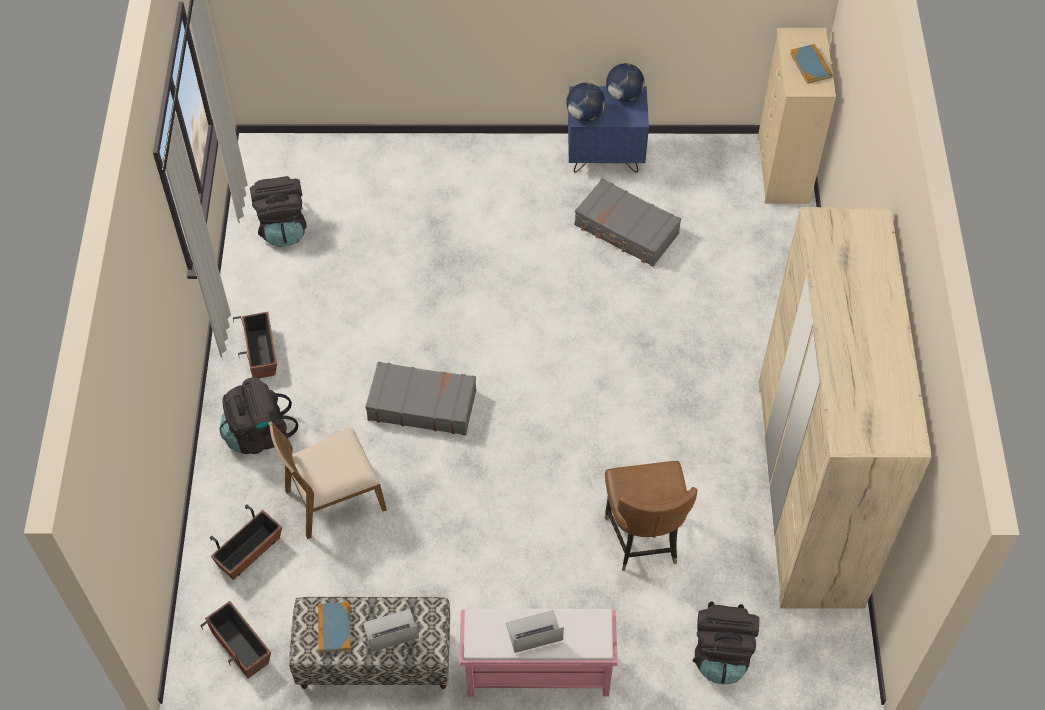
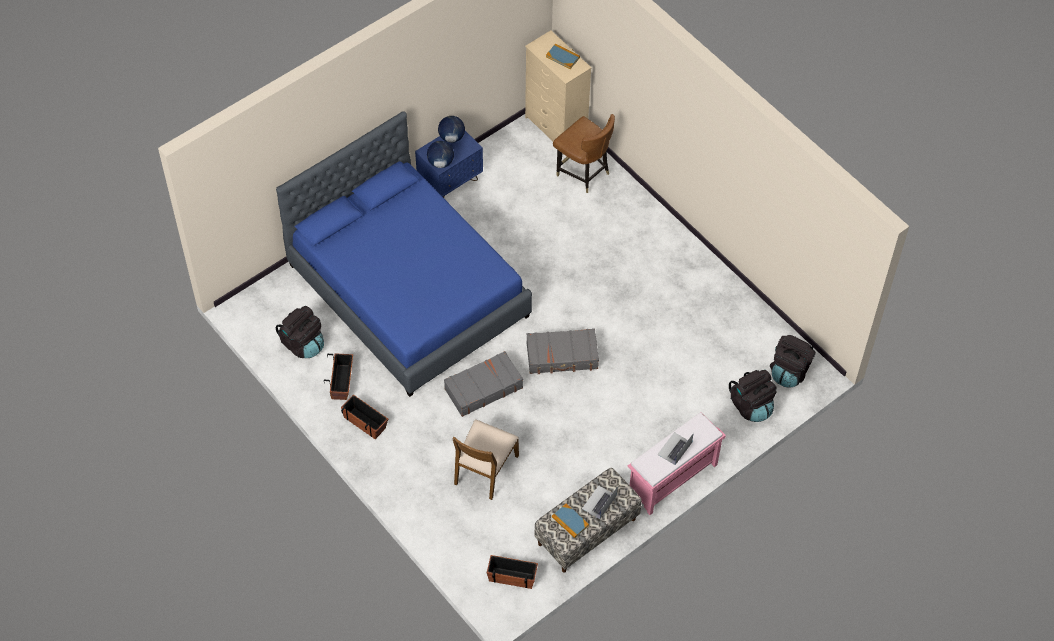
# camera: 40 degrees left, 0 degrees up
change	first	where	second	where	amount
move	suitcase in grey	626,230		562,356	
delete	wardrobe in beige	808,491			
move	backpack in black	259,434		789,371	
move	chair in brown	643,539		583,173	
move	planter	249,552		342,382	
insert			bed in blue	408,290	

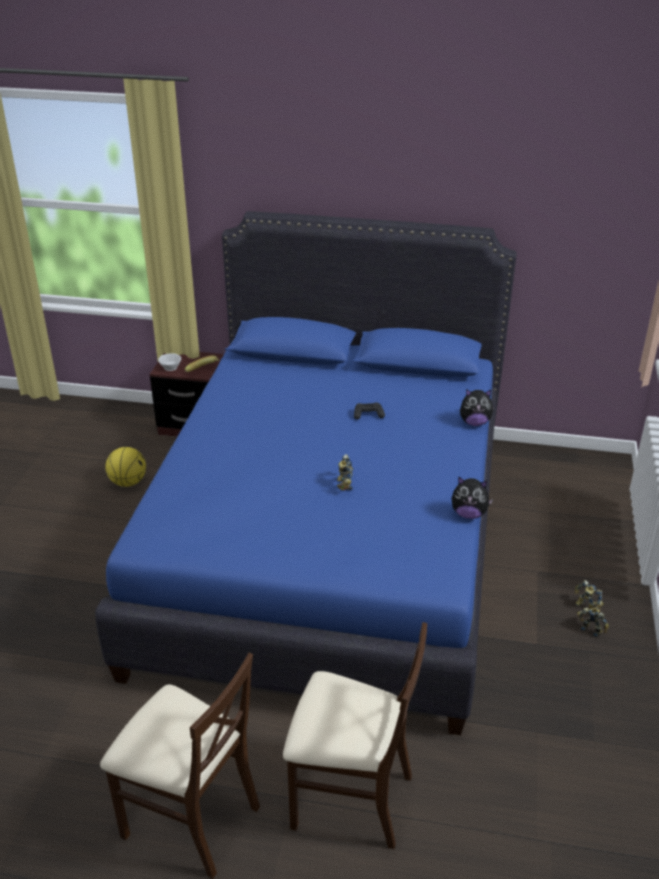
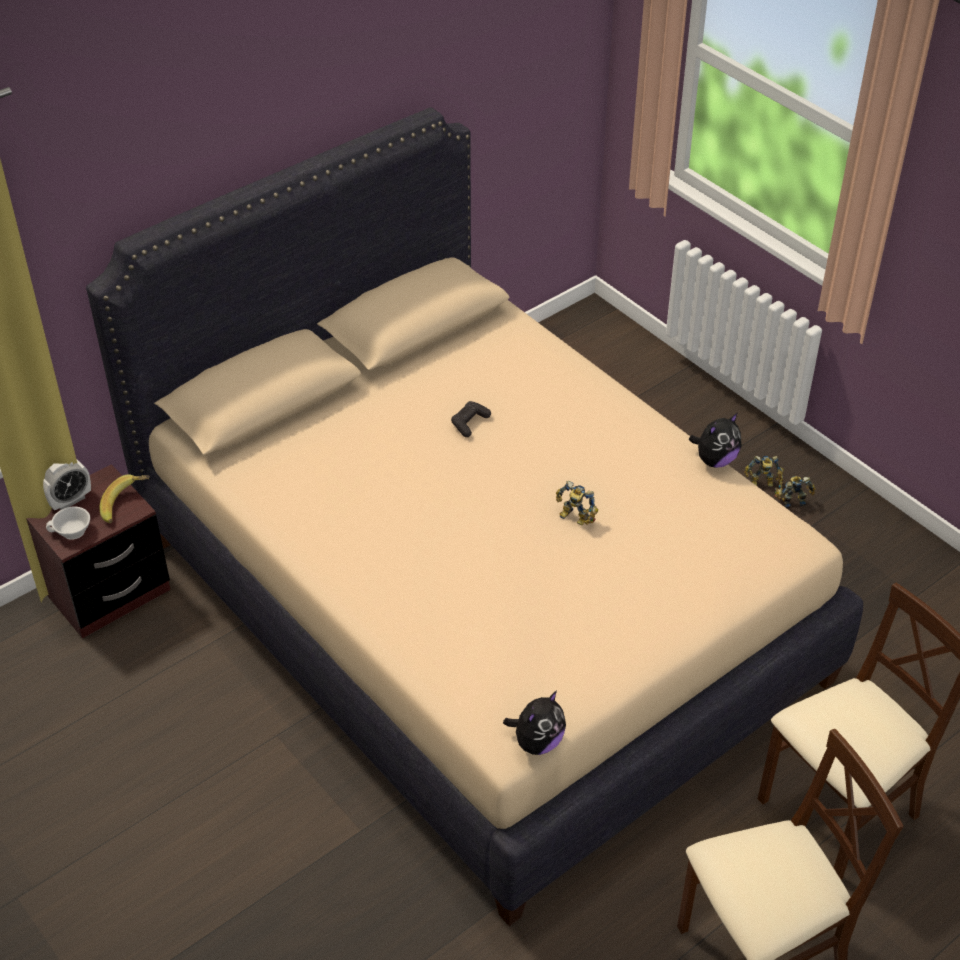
# camera: 50 degrees left, 10 degrees up
change	first	where	second	where	amount
recolor	bed in blue	328,544	bed in beige	477,607	
move	plush toy	474,422		537,742	
delete	basketball	128,482			
insert			alarm clock	70,500	

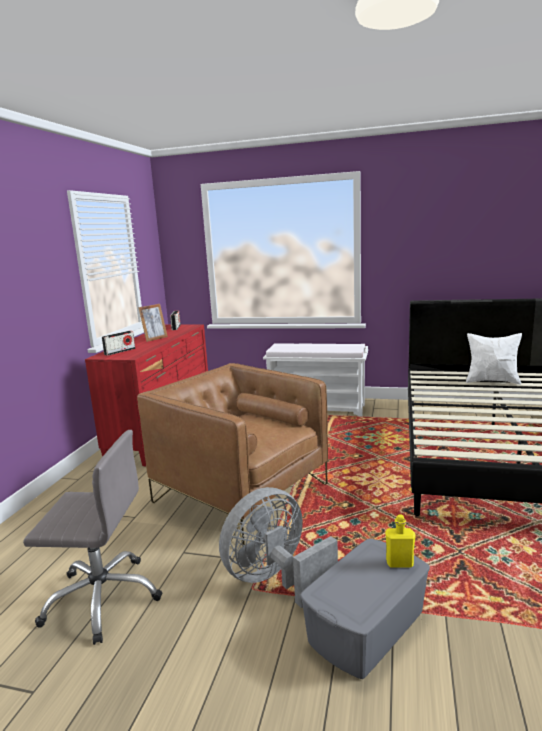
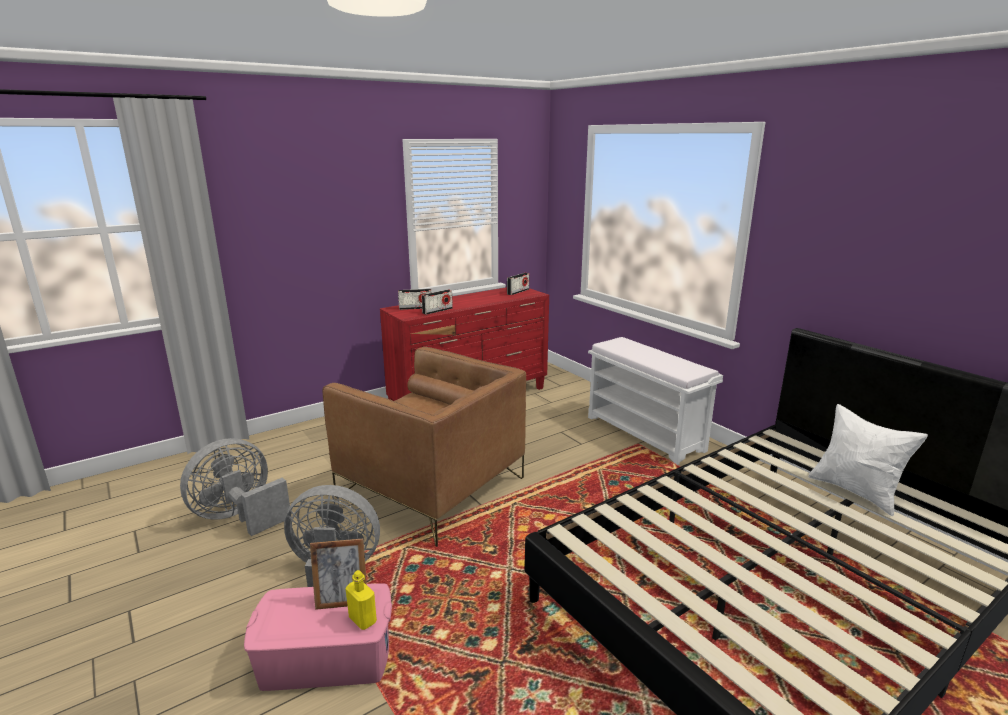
# camera: 40 degrees right, 5 degrees up
change	first	where	second	where	amount
move	picture frame	155,339		342,601	
rotate	armchair in brown	240,493		432,488	135 degrees clockwise
replace	office chair in grey	102,598	fan in grey	240,517	
recolor	storage box in grey	366,625	storage box in pink	326,658	
insert			radio	437,311	

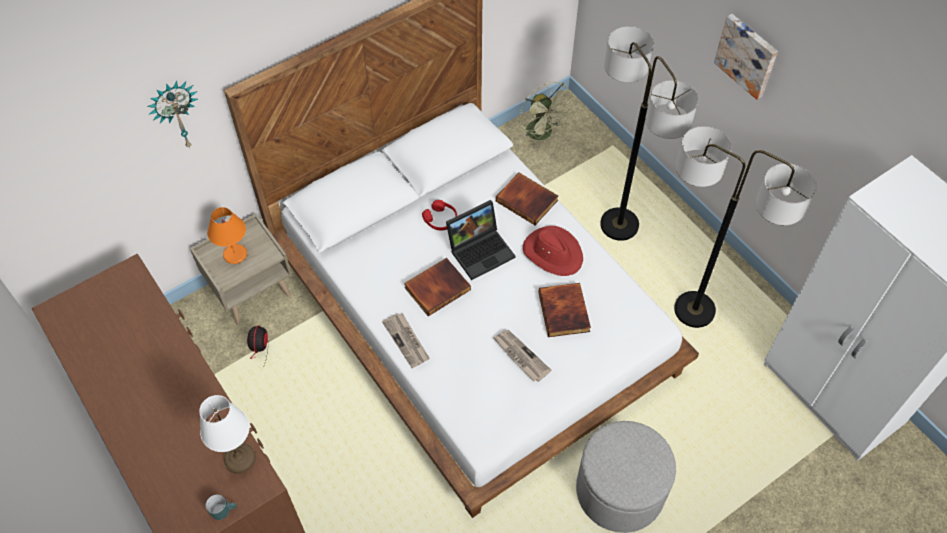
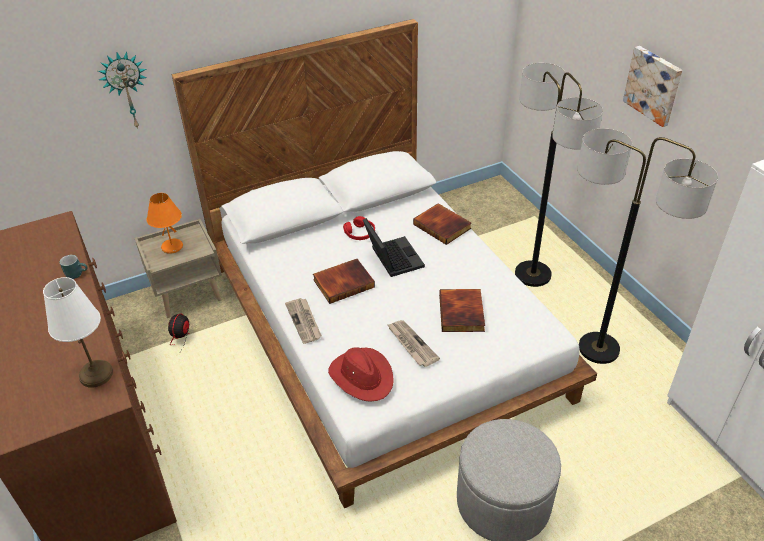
# camera: 10 degrees right, 15 degrees down
change	first	where	second	where	amount
delete	fan in green	543,134			
rotate	laptop	481,250		391,258	90 degrees counterclockwise
move	hat in red	553,253		362,376	
move	mug in turquoise	223,509		77,273	

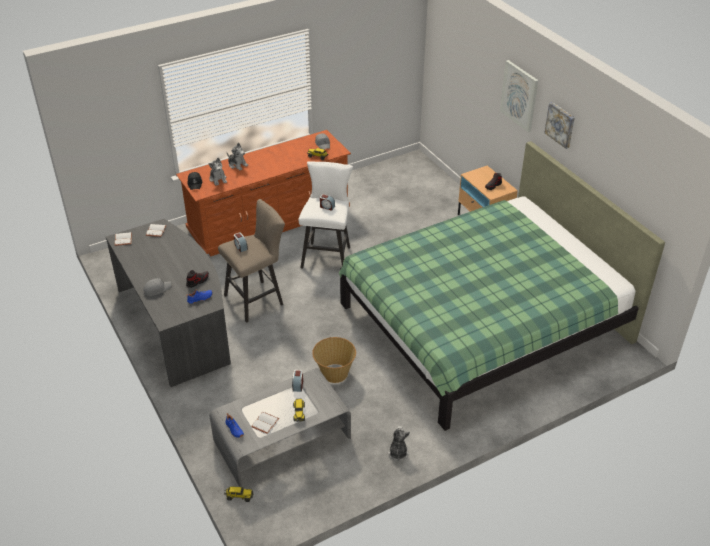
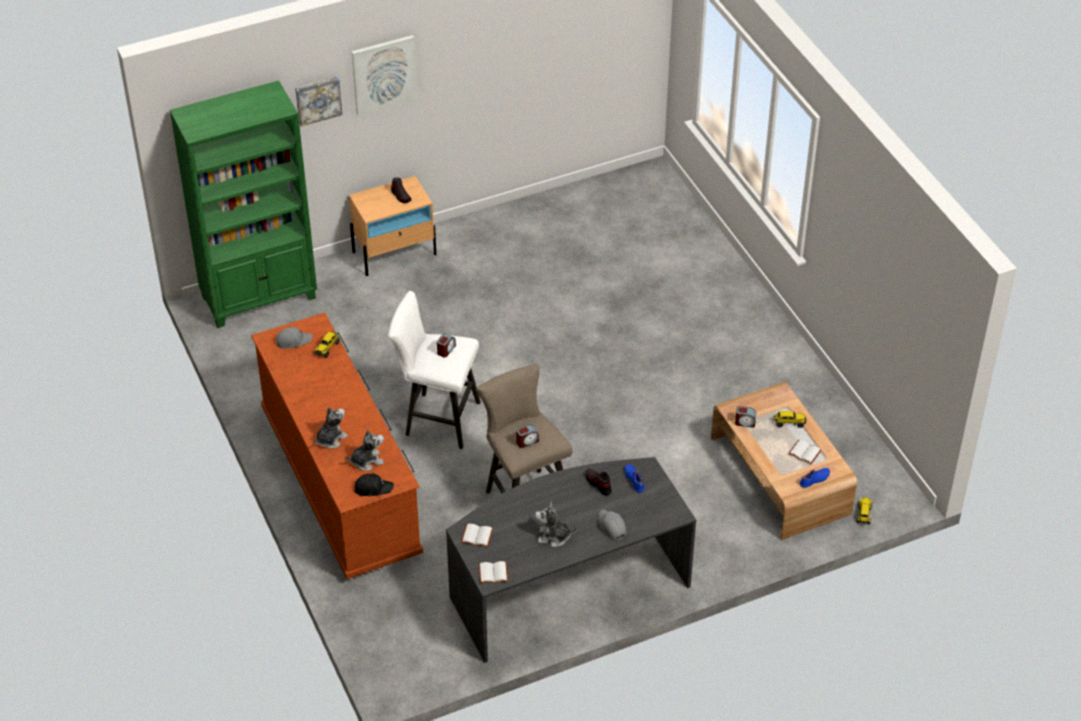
# camera: 85 degrees left, 5 degrees up
change	first	where	second	where	amount
move	picture	560,124		318,100	
delete	bed in green	482,322			
delete	basket	334,373			
recolor	coffee table in grey	282,439	coffee table in brown	780,475	
move	plush toy	398,452		553,537	
insert			bookcase in green	260,297	

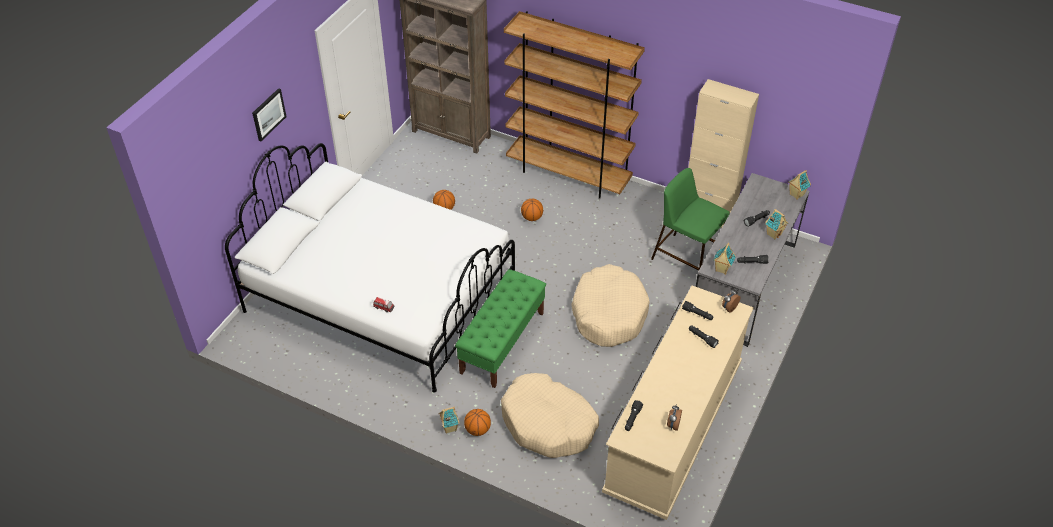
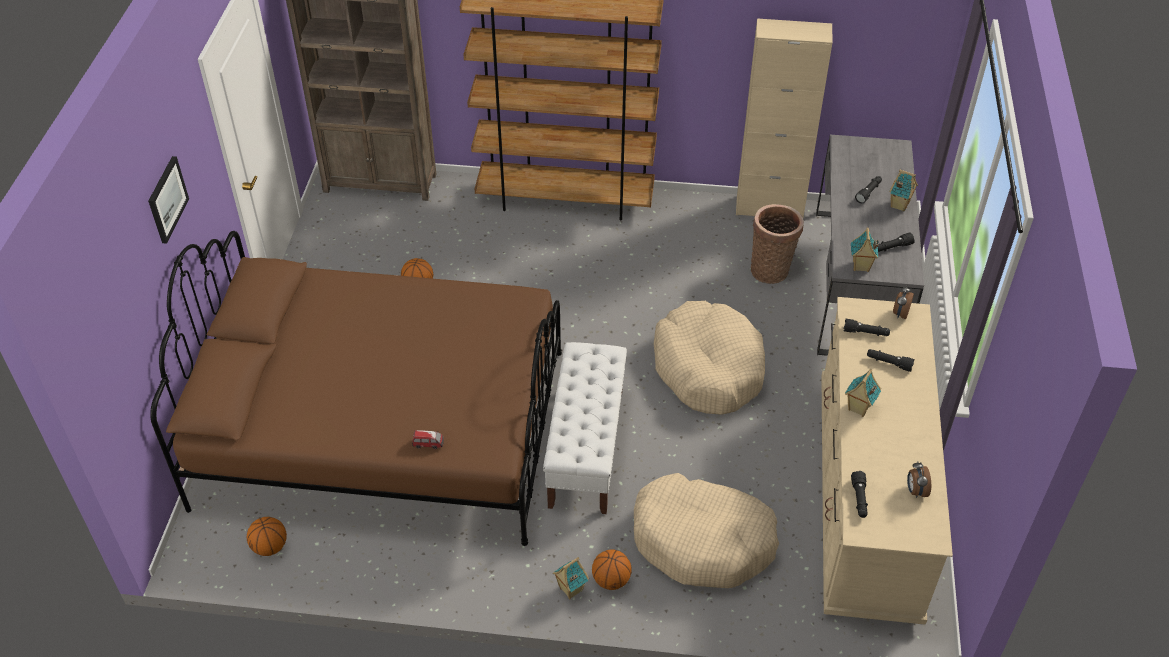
# camera: 20 degrees left, 0 degrees up
change	first	where	second	where	amount
recolor	bed in white	381,294	bed in brown	383,428	
replace	stool in green	687,258	basket	771,269	
move	toy house	796,195		858,408	
move	basketball	532,217		270,547	
recolor	bench in green	502,342	bench in white	586,447	

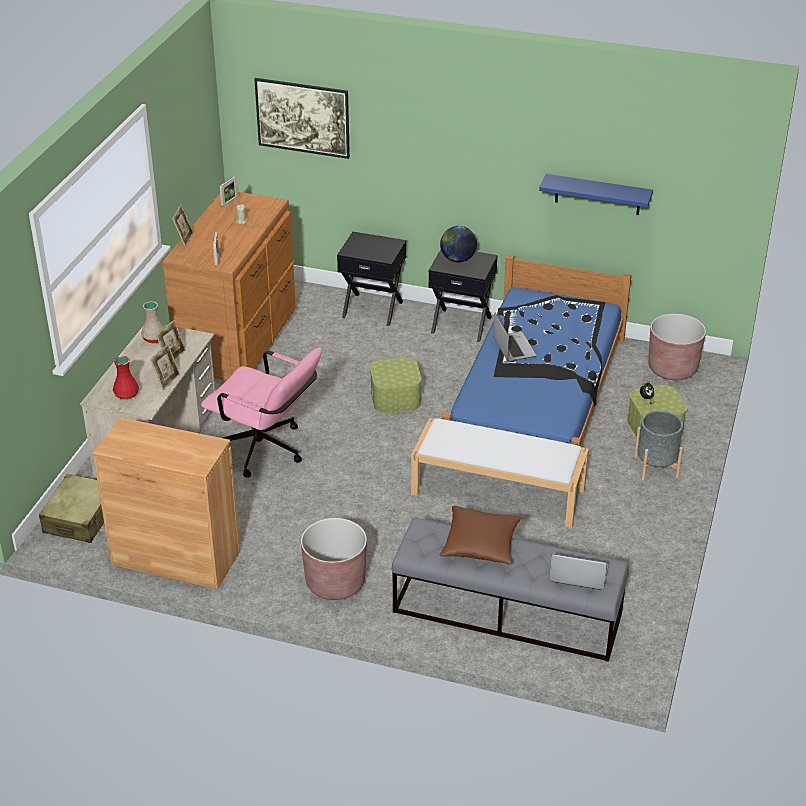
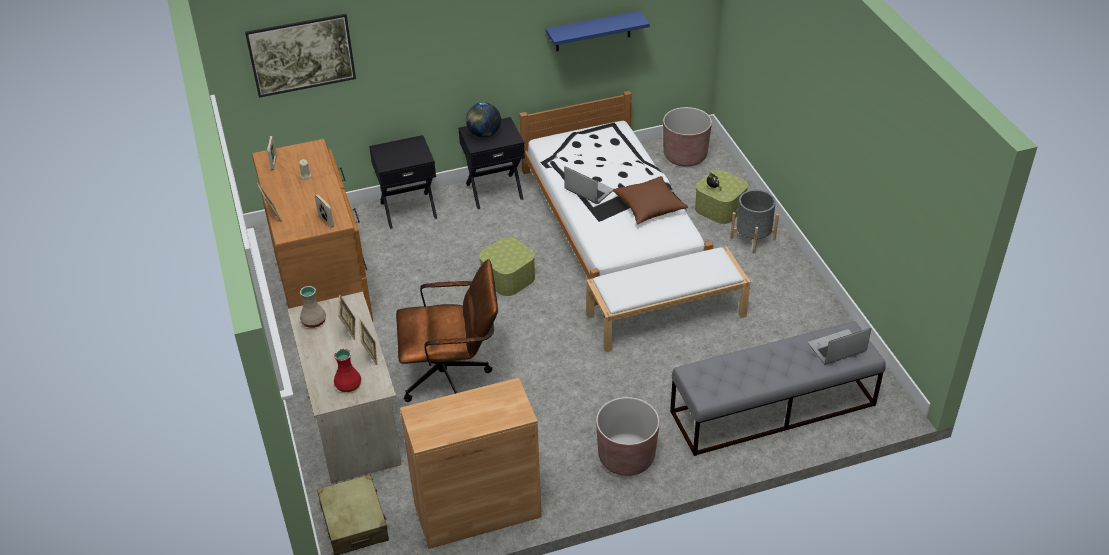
# camera: 35 degrees left, 5 degrees up
change	first	where	second	where	amount
recolor	bed in blue	537,393	bed in white	611,221	
recolor	office chair in pink	267,451	office chair in brown	453,376	
move	pillow in brown	480,544		649,207	

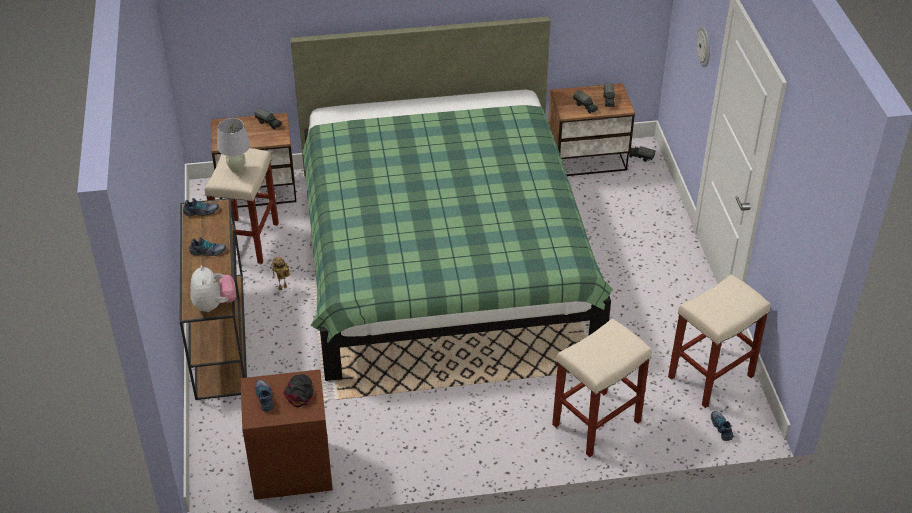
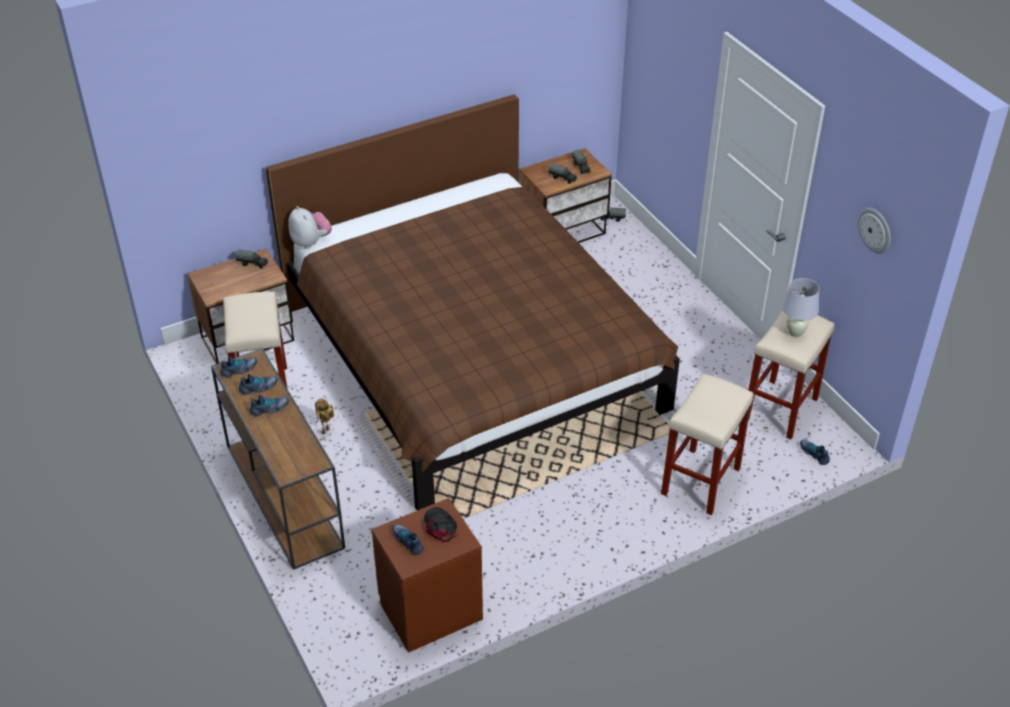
# camera: 20 degrees left, 0 degrees up
change	first	where	second	where	amount
recolor	bed in green	442,256	bed in brown	471,358	
move	wall clock	704,46		875,230	
move	table lamp in white	237,169		795,333	
move	plush toy	214,305		311,242	
insert			shoe	259,388	

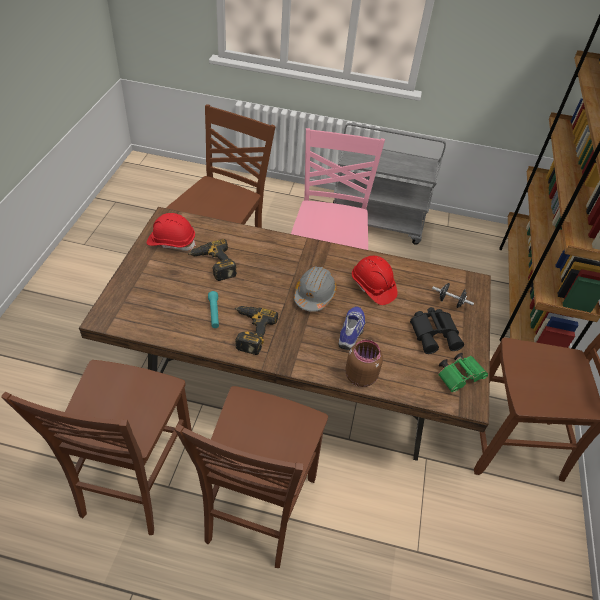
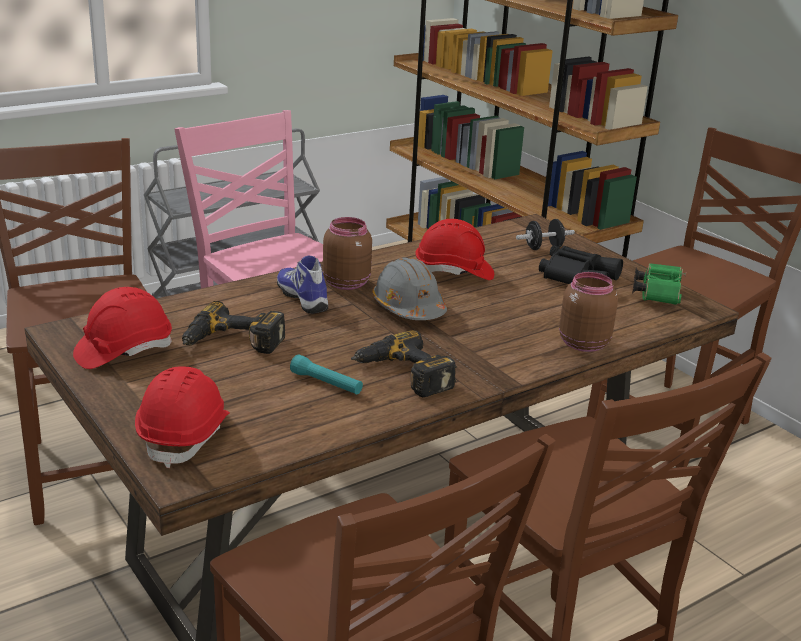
# camera: 45 degrees left, 20 degrees down
change	first	where	second	where	amount
move	shoe	352,332		304,298	
insert			jar in brown	346,282	
insert			hard hat in red	185,435	

